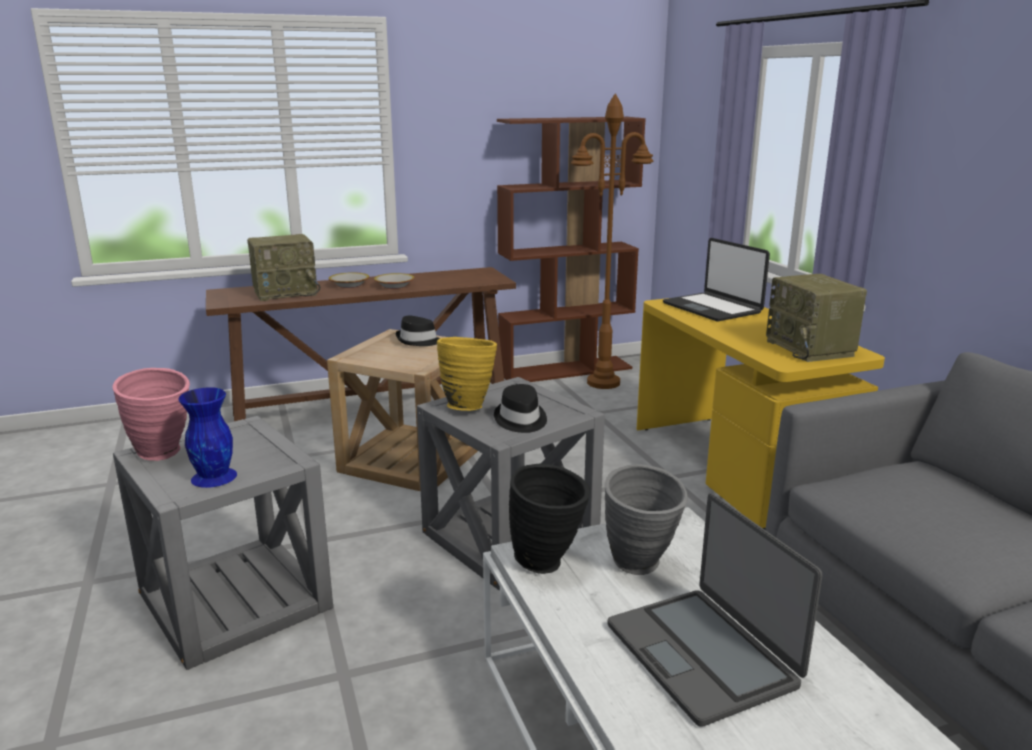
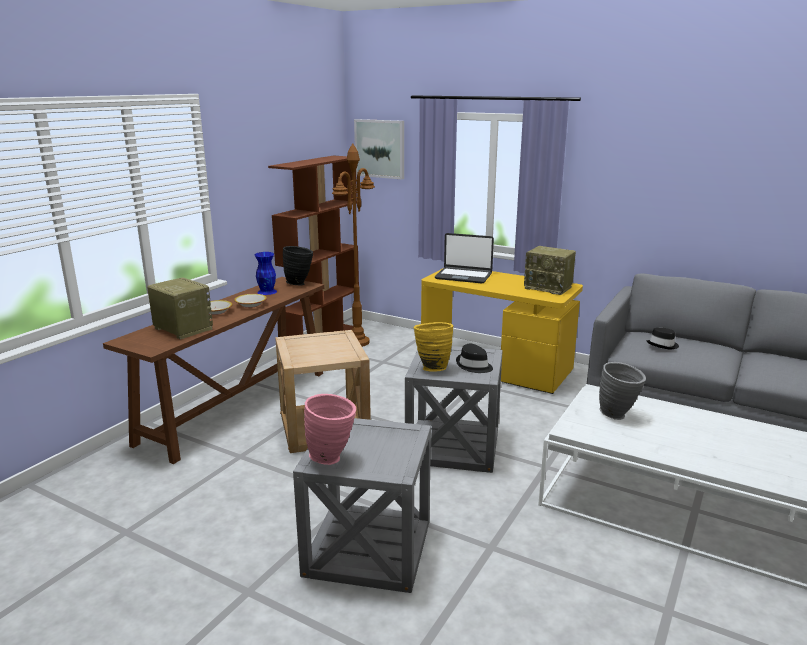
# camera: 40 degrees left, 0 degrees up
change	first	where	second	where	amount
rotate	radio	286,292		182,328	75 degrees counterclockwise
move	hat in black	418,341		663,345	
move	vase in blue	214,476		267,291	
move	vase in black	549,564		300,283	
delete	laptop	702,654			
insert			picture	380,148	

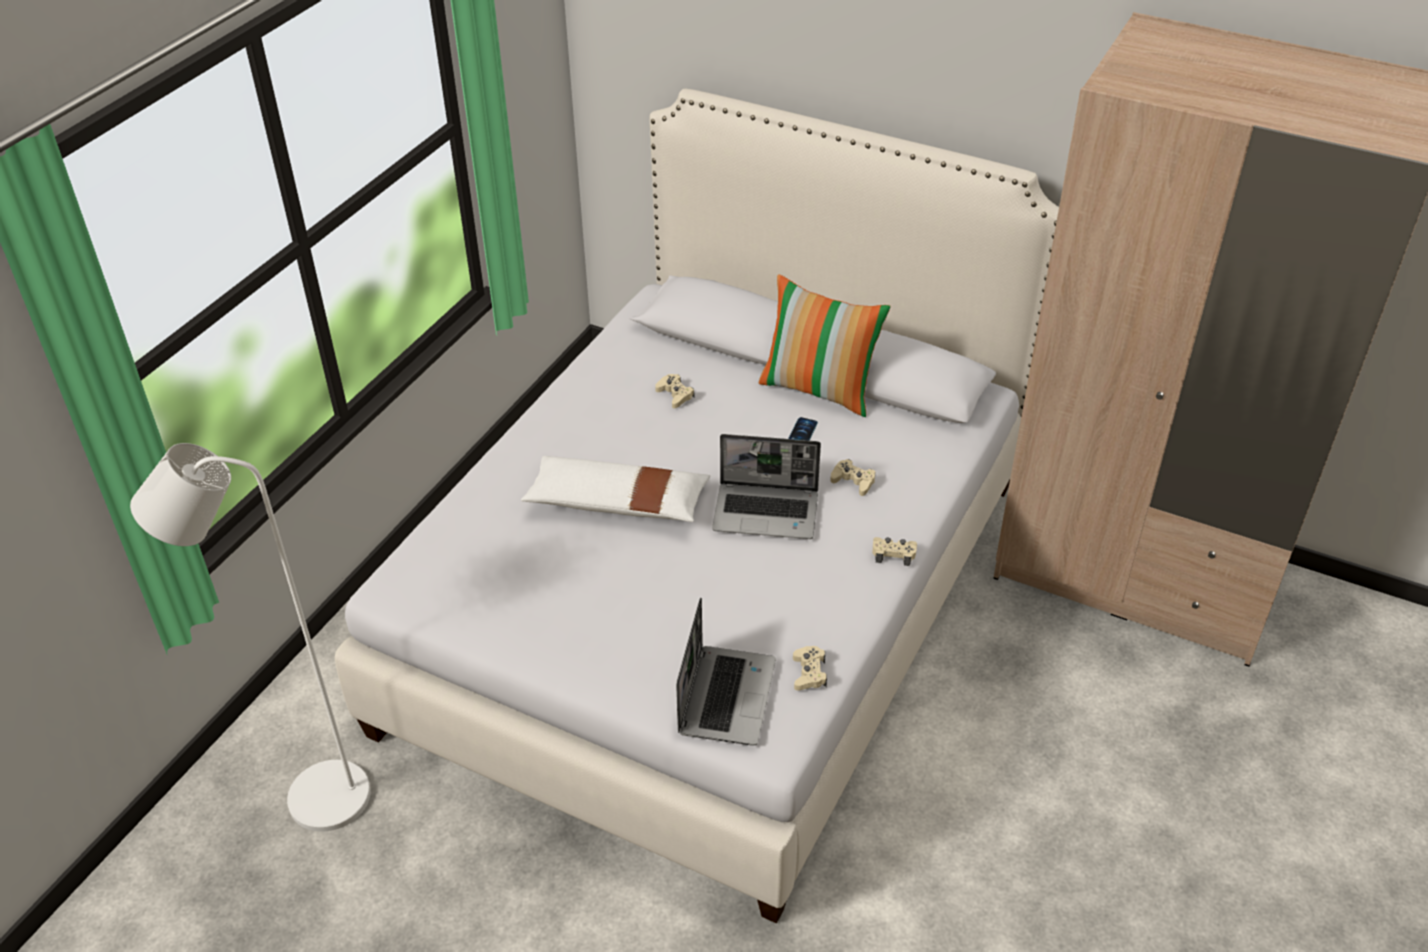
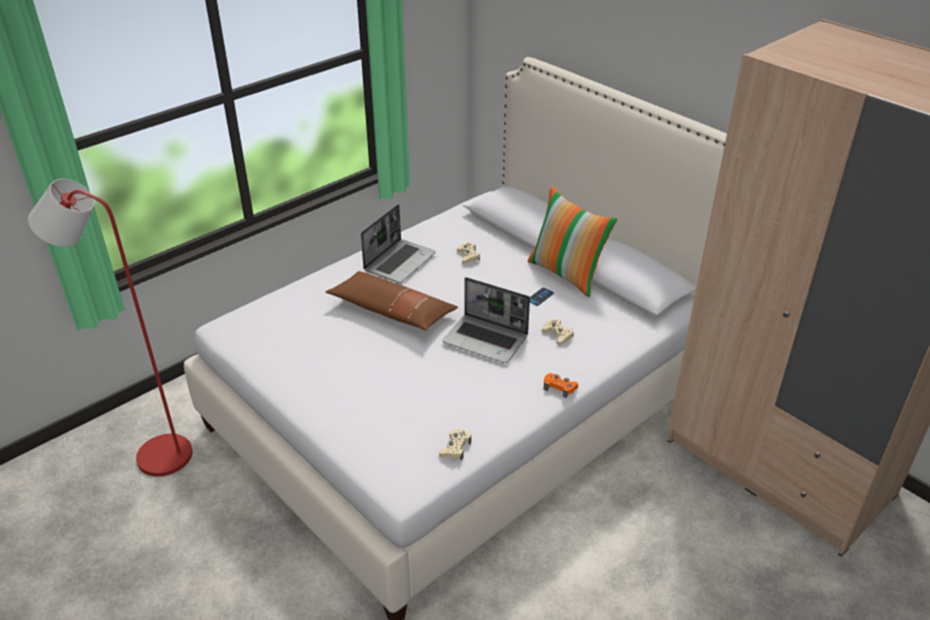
# camera: 20 degrees right, 5 degrees down
change	first	where	second	where	amount
recolor	floor lamp in white	312,801	floor lamp in red	154,455	
recolor	pillow in white	617,503	pillow in brown	392,311	
recolor	game controller in beige	893,554	game controller in orange	559,387	
move	laptop	725,695		399,261	

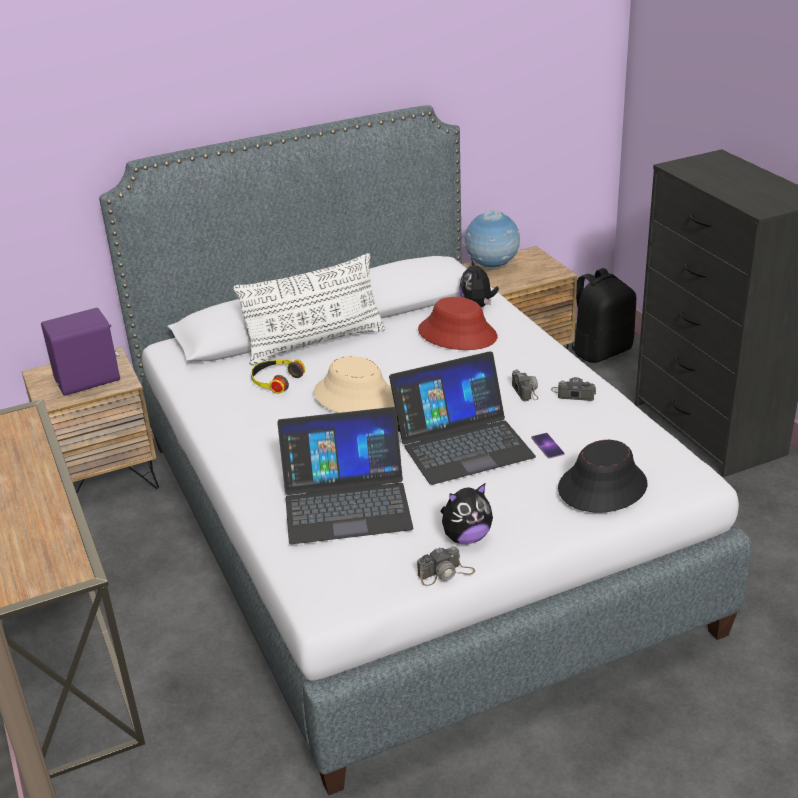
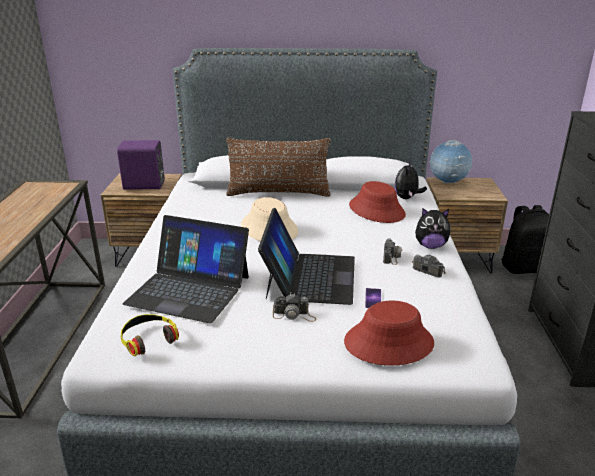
# camera: 25 degrees right, 5 degrees down
change	first	where	second	where	amount
recolor	pillow in white	315,343	pillow in brown	278,193	
rotate	laptop	462,443		309,277	90 degrees counterclockwise
move	headphones	276,381		148,339	
recolor	hat in black	602,487	hat in red	388,342	
move	plush toy	466,537		430,246	
move	photo camera	446,573		294,315	

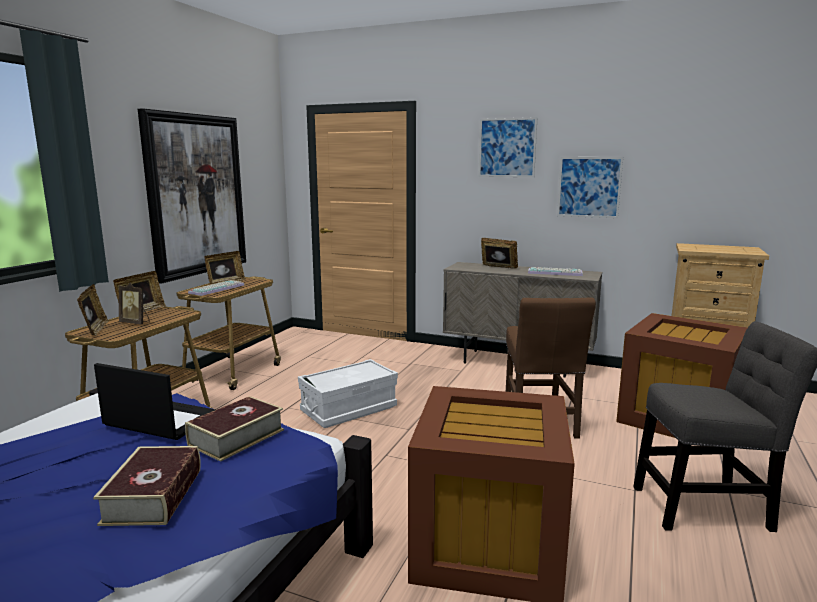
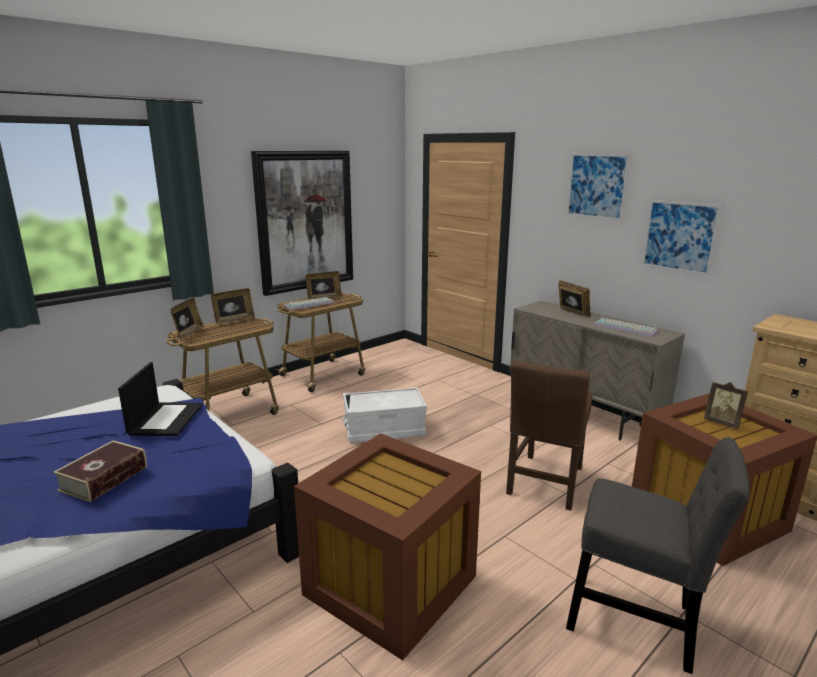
# camera: 25 degrees right, 5 degrees up
change	first	where	second	where	amount
move	picture frame	136,323		722,423	
rotate	laptop	160,420		166,419	45 degrees clockwise
delete	book	236,437			

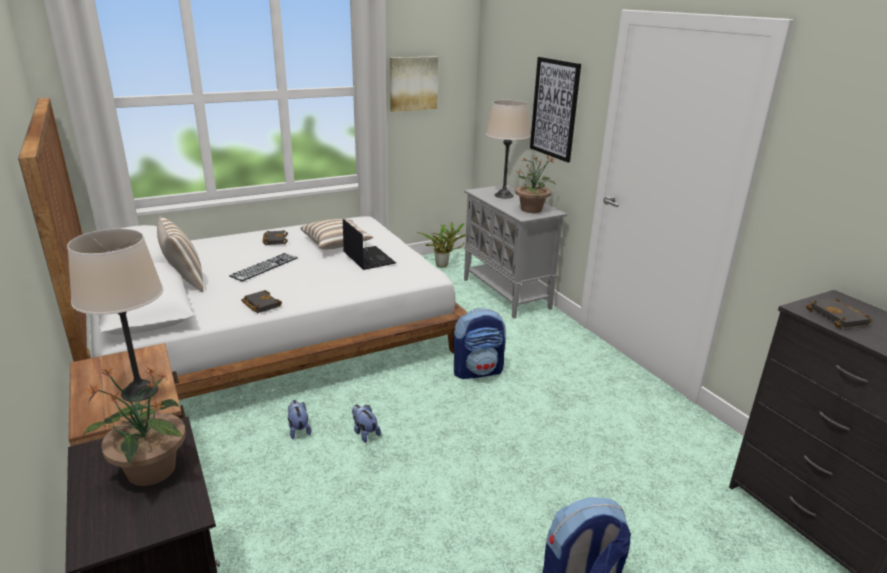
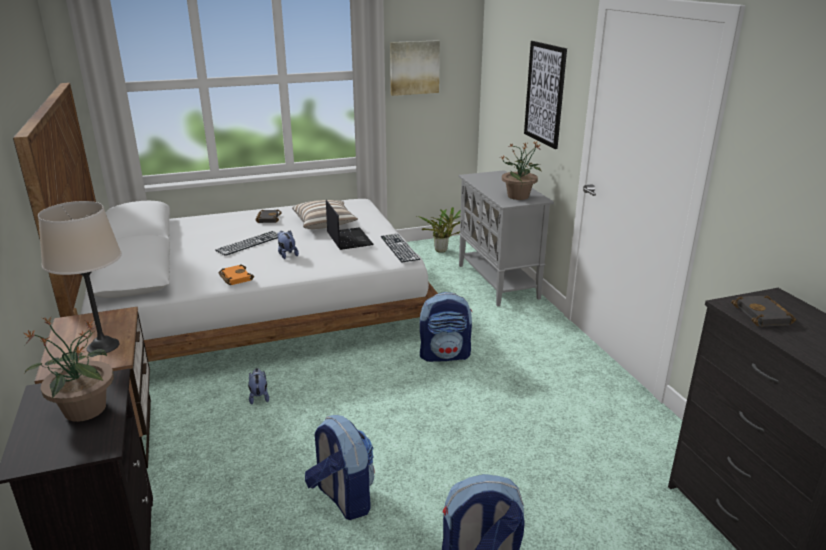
# camera: 10 degrees right, 0 degrees up
change	first	where	second	where	amount
delete	table lamp in beige	503,195			
delete	pillow	184,281			
recolor	book in black	260,304	book in orange	234,277	
move	plush toy	364,433		287,254	
insert			keyboard	399,247	
insert			backpack	342,498	

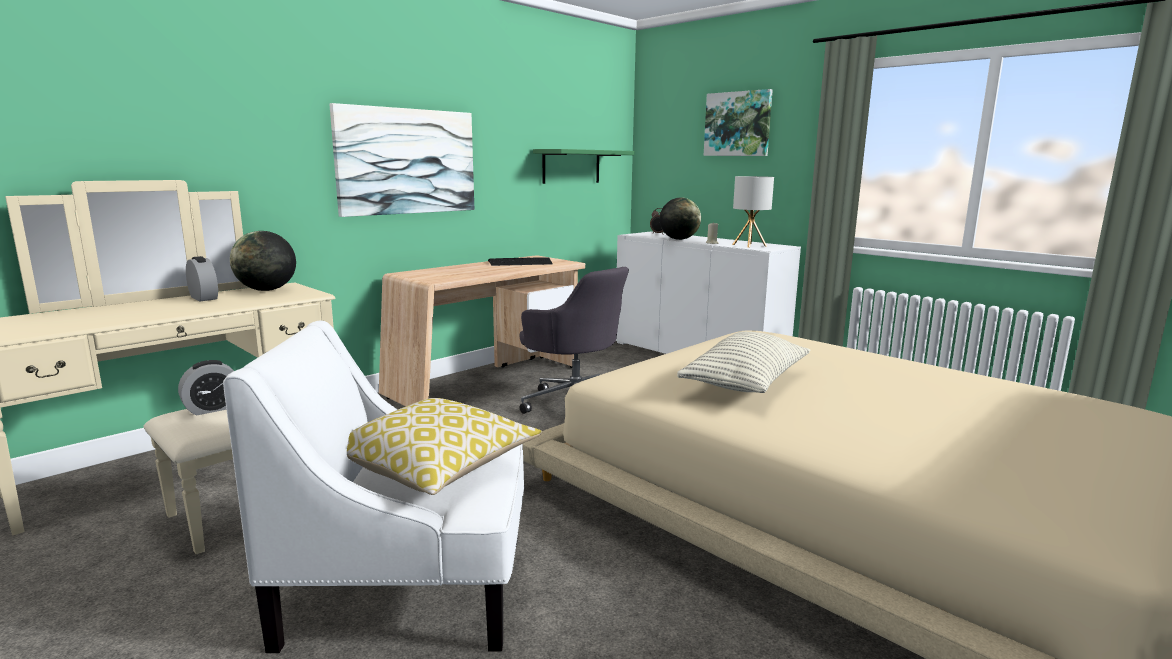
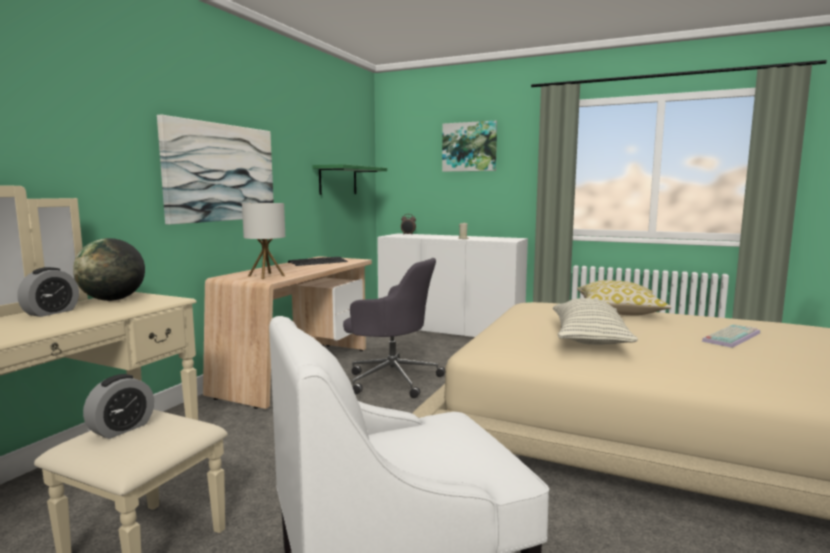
# camera: 20 degrees left, 5 degrees down
change	first	where	second	where	amount
move	table lamp	749,245		266,276	
delete	globe	679,239			
rotate	alarm clock	204,298		51,312	90 degrees clockwise
move	pillow	435,467		619,311	
insert			keyboard	730,336	

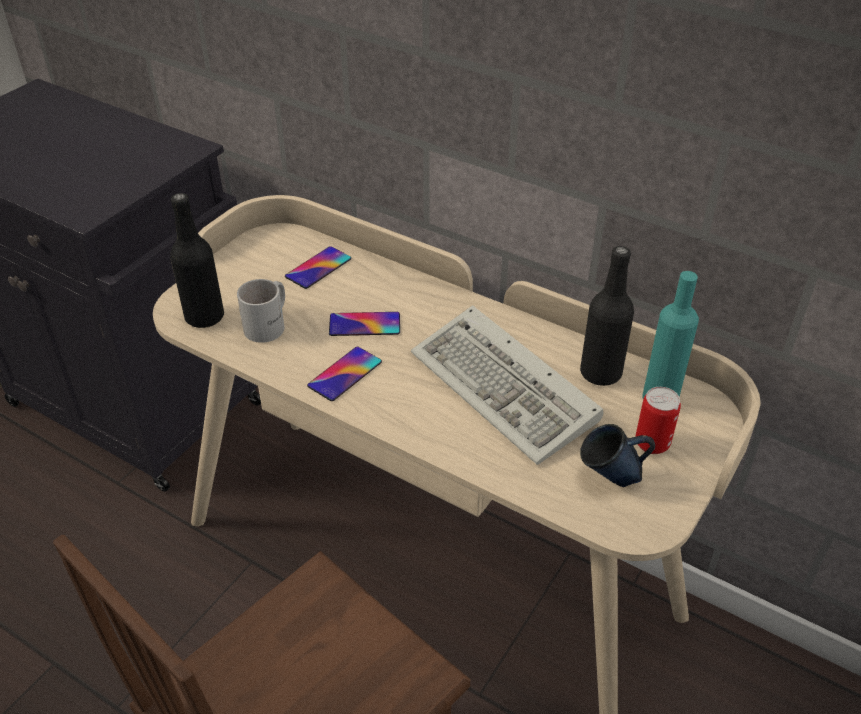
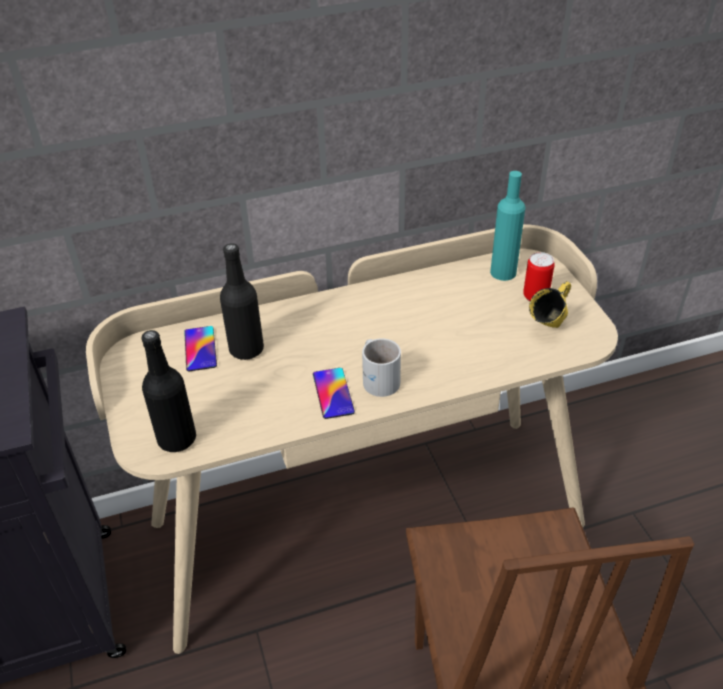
# camera: 50 degrees left, 0 degrees up
change	first	where	second	where	amount
move	bottle in black	600,373		246,349	
move	mug in white	270,324		379,377	
delete	keyboard	508,390			
delete	phone	364,324			
recolor	mug in blue	611,480	mug in yellow	548,328	

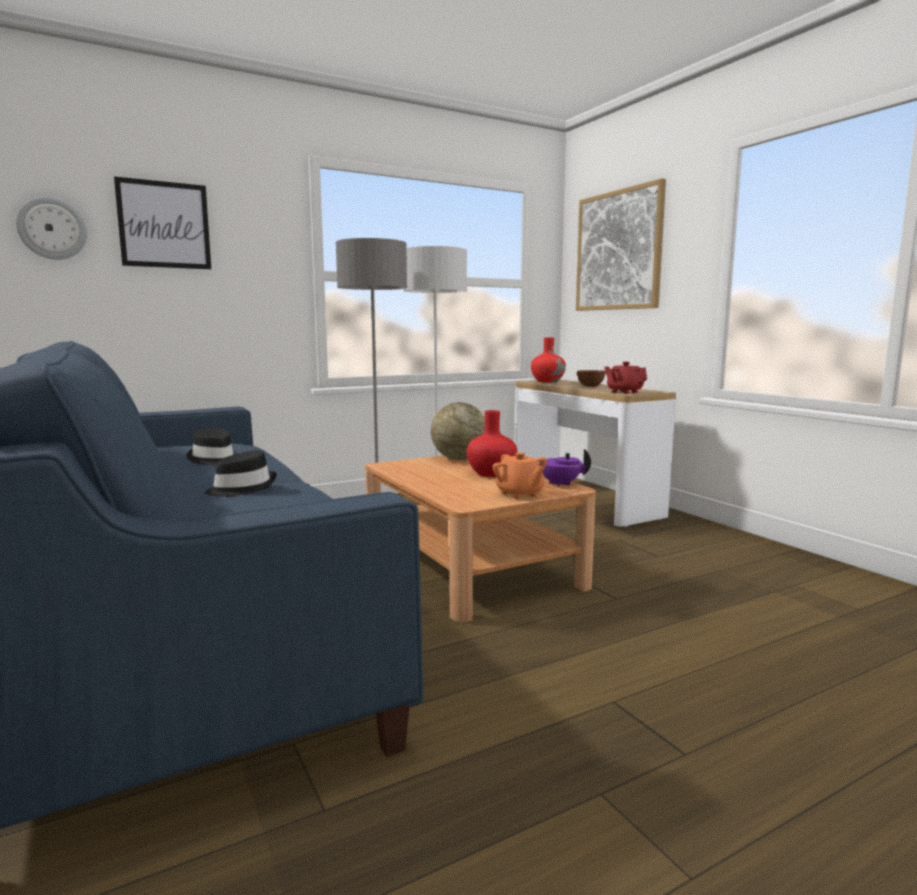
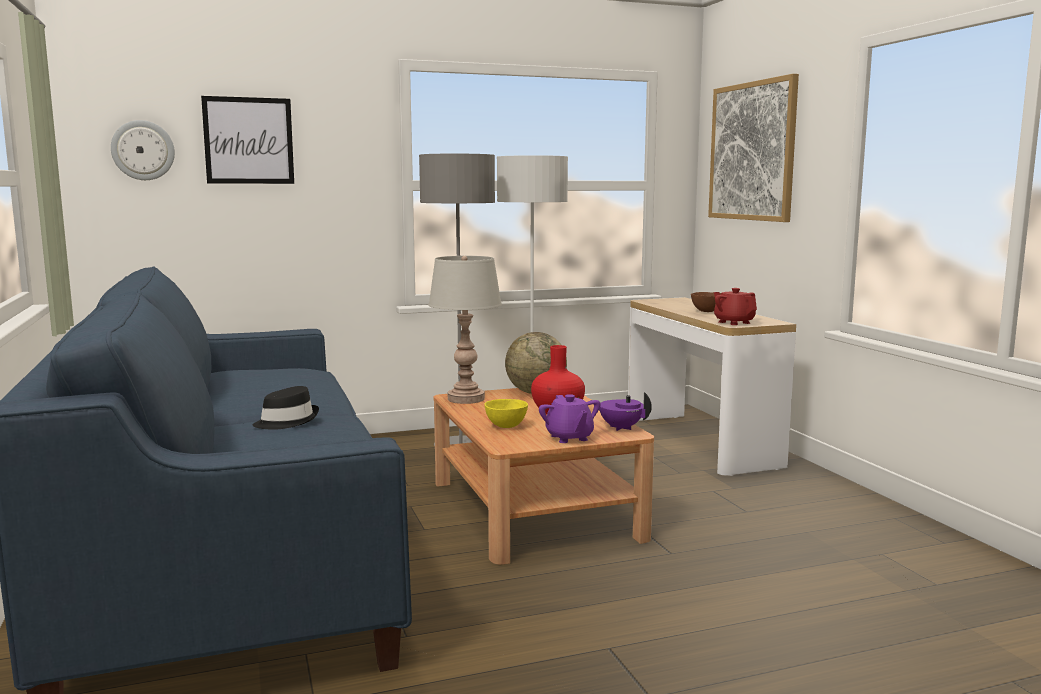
# camera: 10 degrees right, 0 degrees up
change	first	where	second	where	amount
delete	vase in red	547,381			
delete	hat in black	214,459			
recolor	teapot in orange	519,494	teapot in purple	569,438	
insert			table lamp in grey	466,399	
insert			bowl in yellow	505,426	

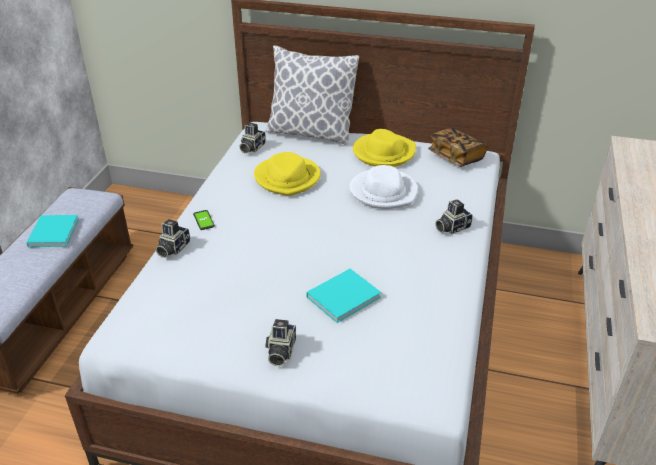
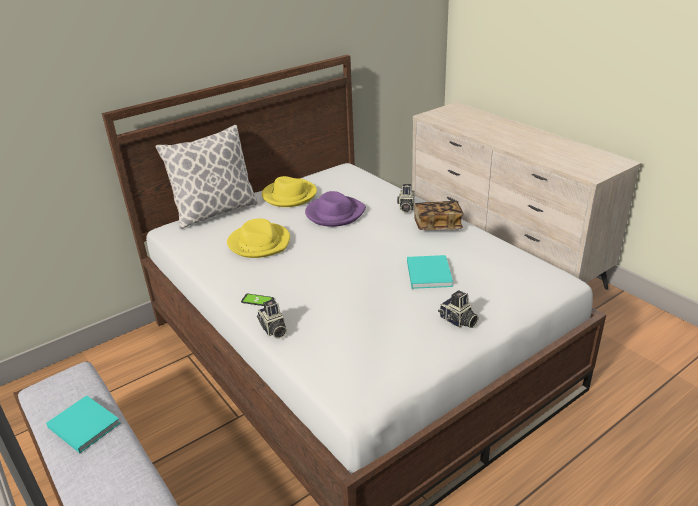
# camera: 50 degrees left, 5 degrees down
change	first	where	second	where	amount
delete	photo camera	251,148			
move	book	456,157		437,225	
recolor	hat in white	383,191	hat in purple	334,213	

